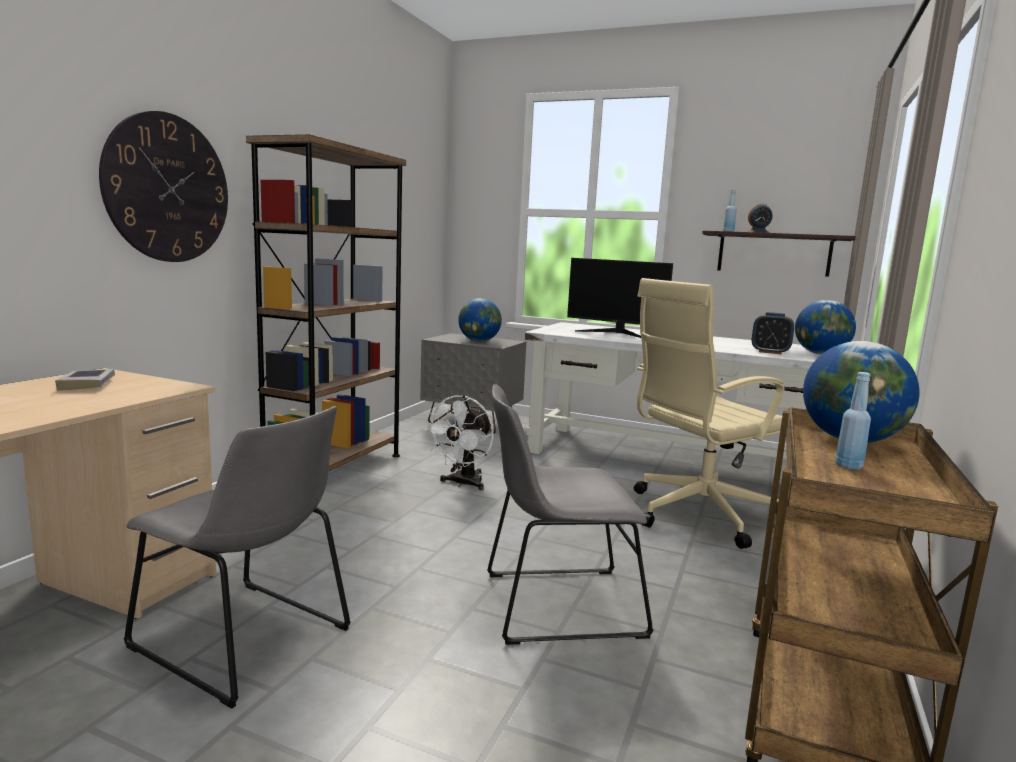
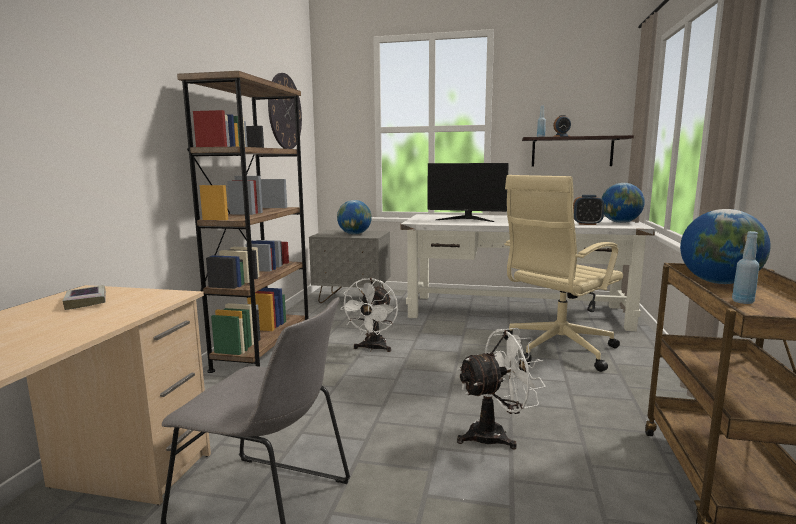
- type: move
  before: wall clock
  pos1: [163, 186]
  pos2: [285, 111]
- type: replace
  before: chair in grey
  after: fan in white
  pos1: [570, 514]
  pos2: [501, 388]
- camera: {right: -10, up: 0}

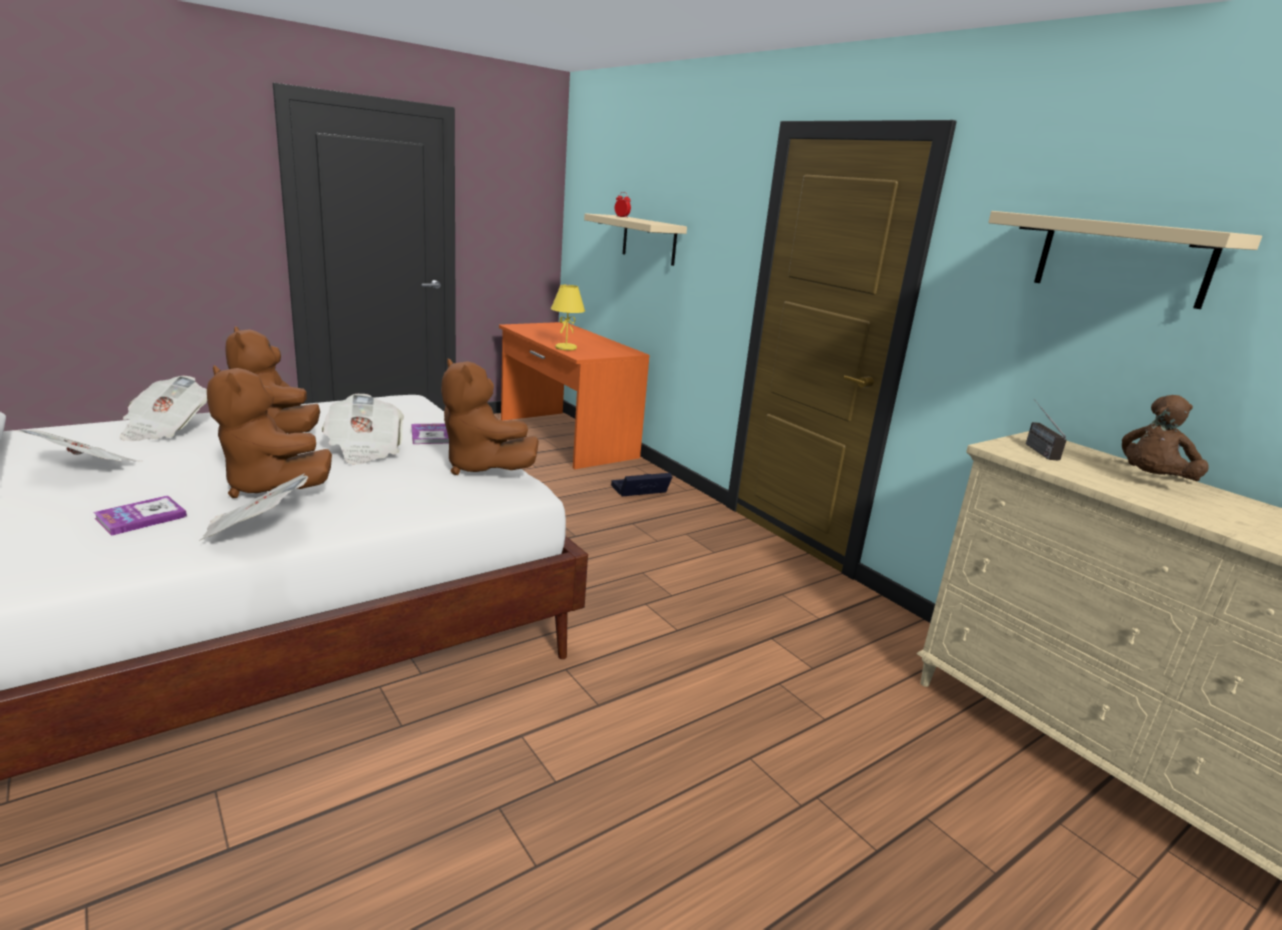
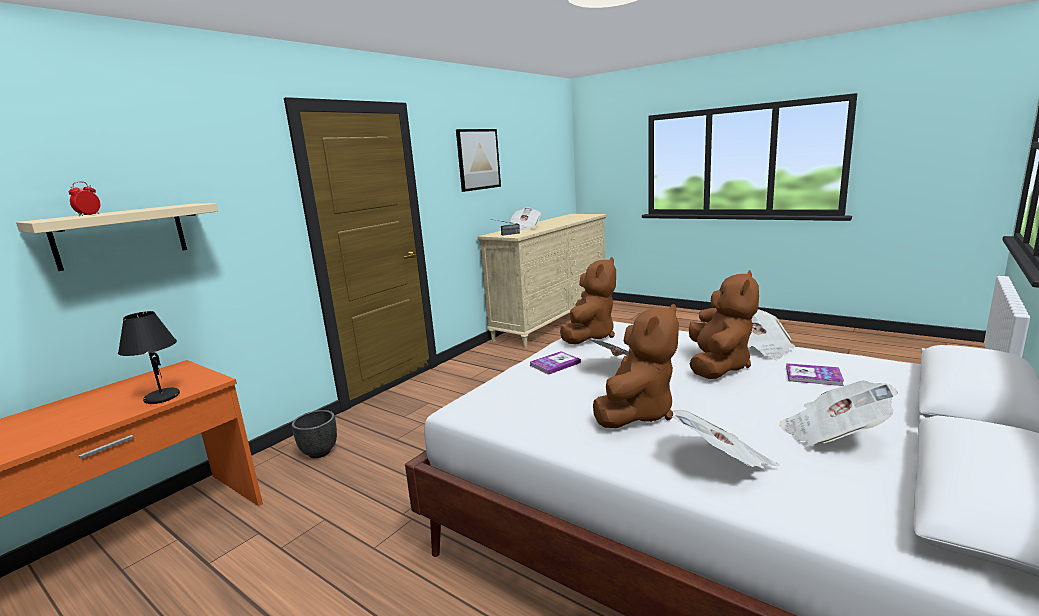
- type: replace
  before: shelf in beige
  after: picture
  pos1: [1125, 260]
  pos2: [478, 160]
- type: recolor
  before: table lamp in yellow
  after: table lamp in black
  pos1: [568, 318]
  pos2: [149, 357]
- type: replace
  before: plush toy in brown
  after: newspaper
  pos1: [1165, 438]
  pos2: [525, 219]
- type: replace
  before: storage box in black
  after: planter in black
  pos1: [641, 484]
  pos2: [314, 434]
- camera: {right: -105, up: -5}

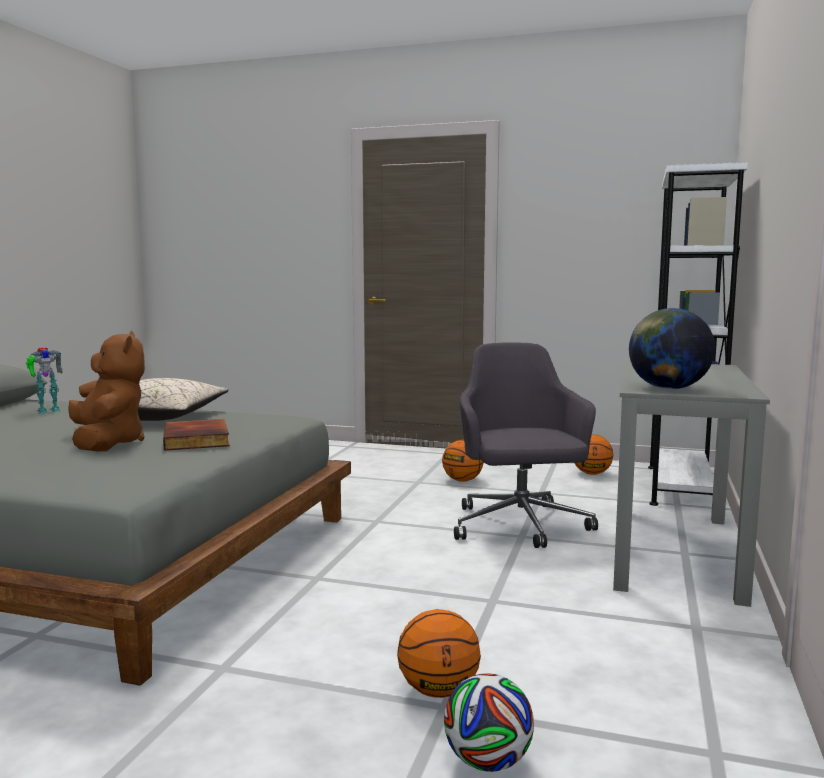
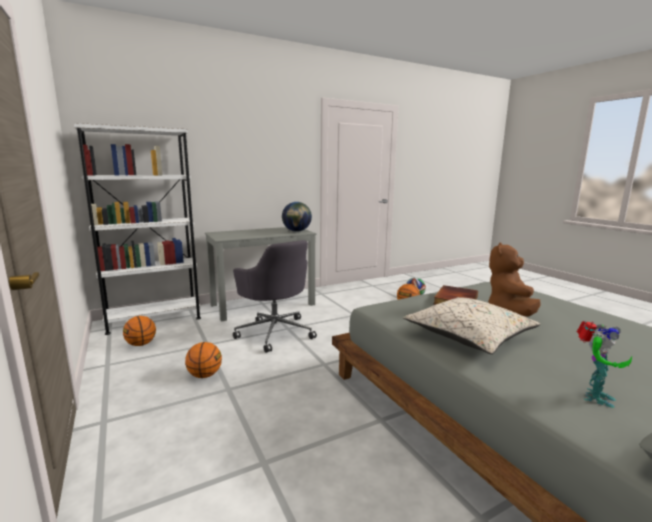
- type: rotate
  before: office chair in grey
  pos1: [526, 445]
  pos2: [275, 296]
  turn: -75
- type: rotate
  before: toy robot
  pos1: [44, 380]
  pos2: [604, 364]
  turn: 120
- camera: {right: -135, up: 5}

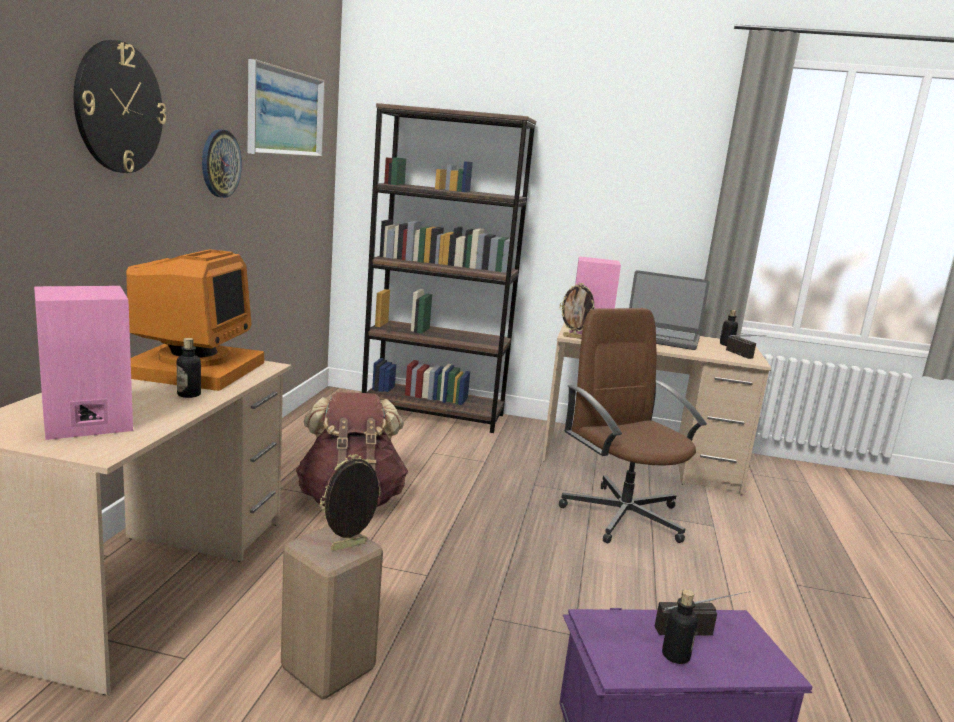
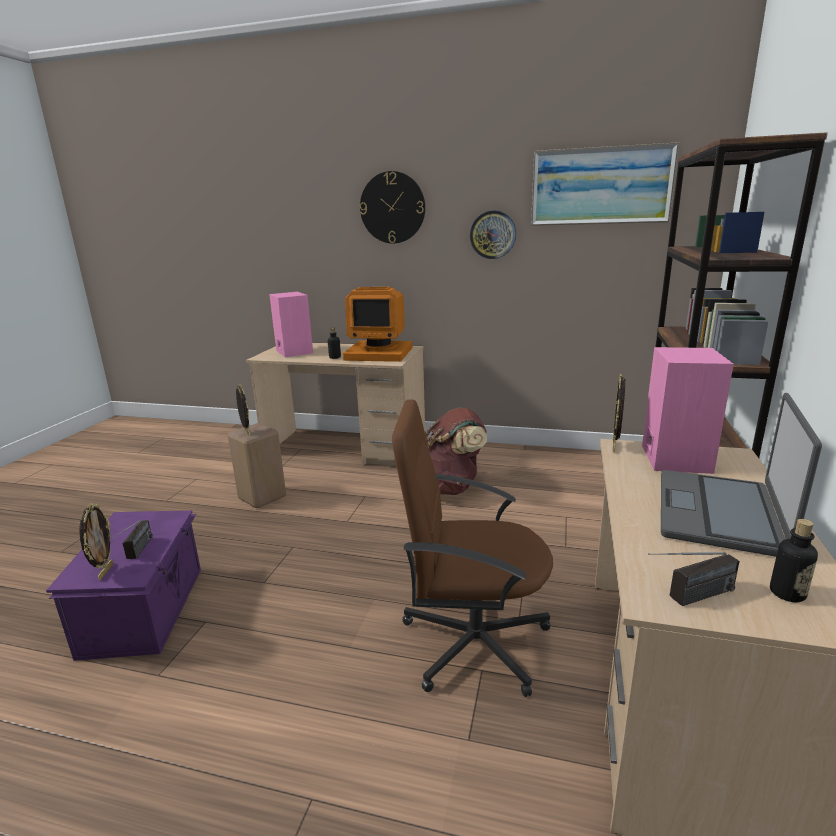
- type: rotate
  before: office chair in brown
  pos1: [633, 426]
  pos2: [472, 548]
  turn: -150
- type: delete
  before: bottle
  pos1: [680, 626]
- type: insert
  after: picture frame
  pos2: [96, 542]
- camera: {right: 95, up: 5}

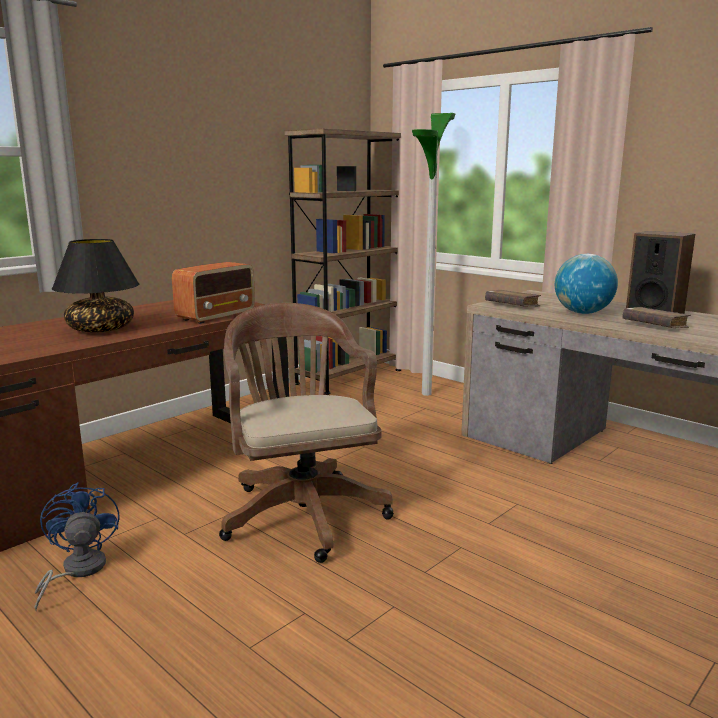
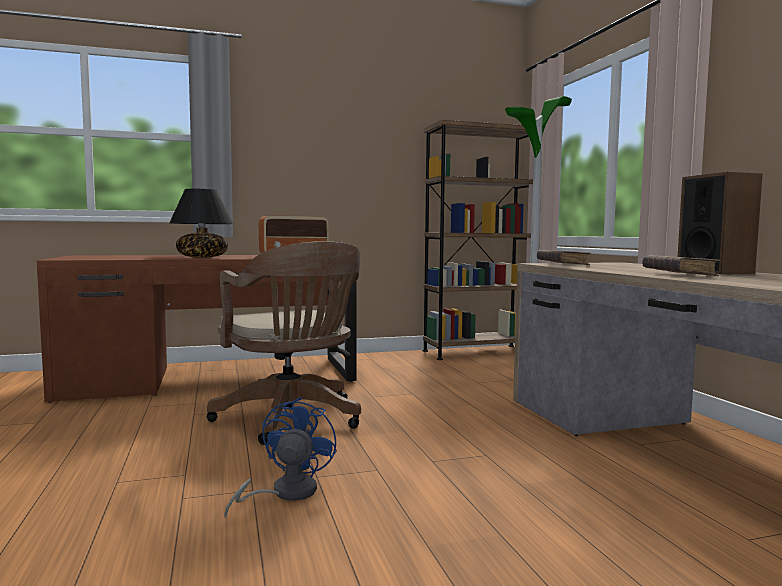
- type: delete
  before: globe
  pos1: [586, 284]
- type: rotate
  before: office chair in brown
  pos1: [306, 433]
  pos2: [283, 343]
  turn: 135
- type: move
  before: fan in blue
  pos1: [77, 546]
  pos2: [280, 458]
- camera: {right: 30, up: -10}

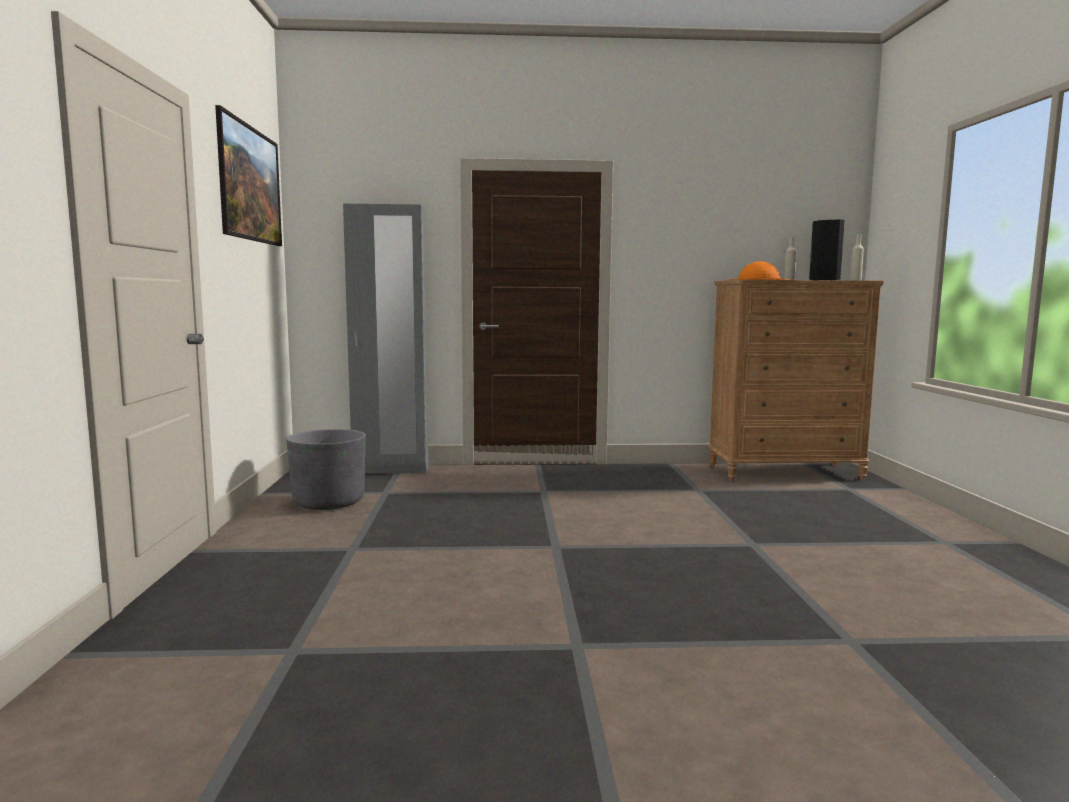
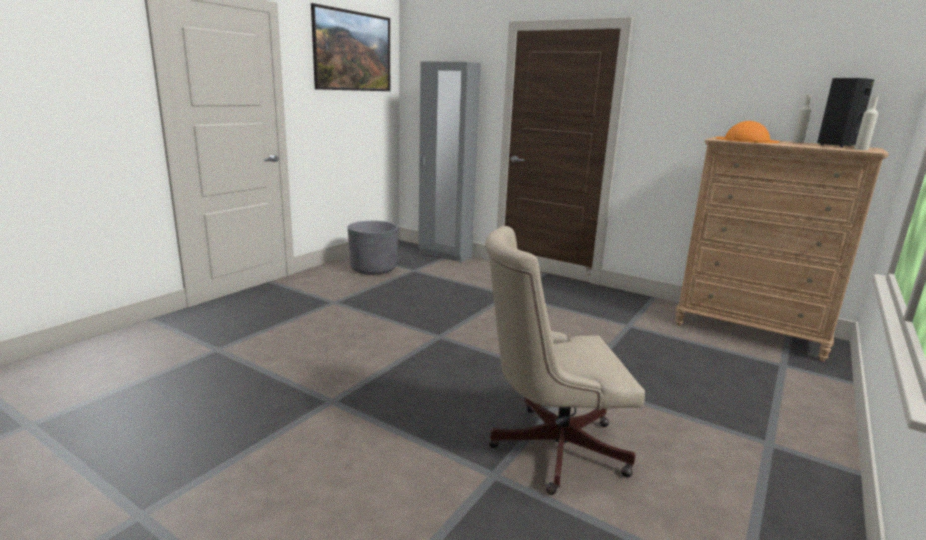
- type: insert
  after: office chair in beige
  pos2: [565, 360]
- camera: {right: 35, up: 10}

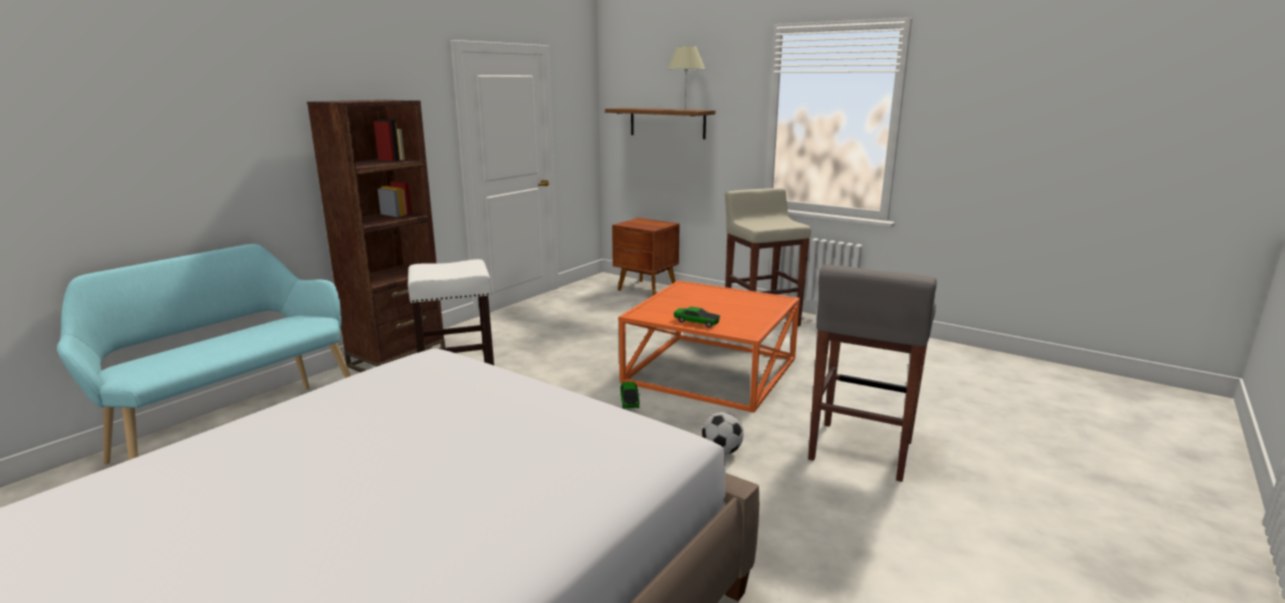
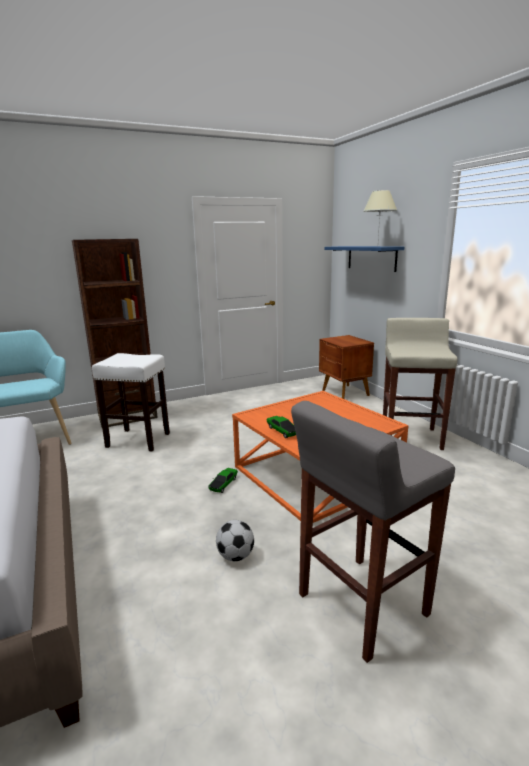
- type: recolor
  before: shelf in brown
  after: shelf in blue
  pos1: [660, 123]
  pos2: [364, 259]
- camera: {right: 30, up: 0}

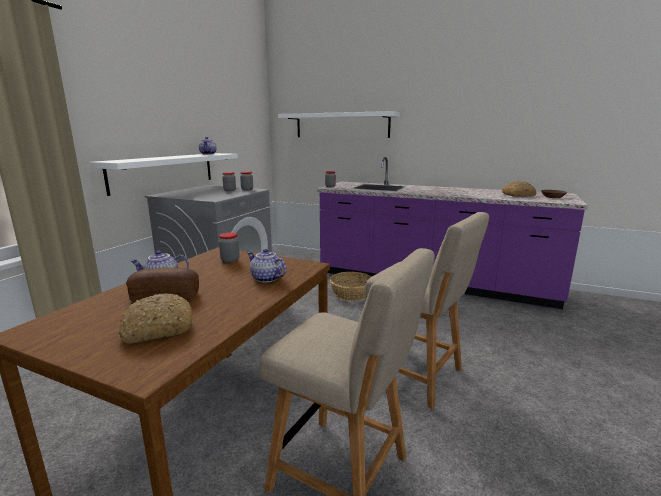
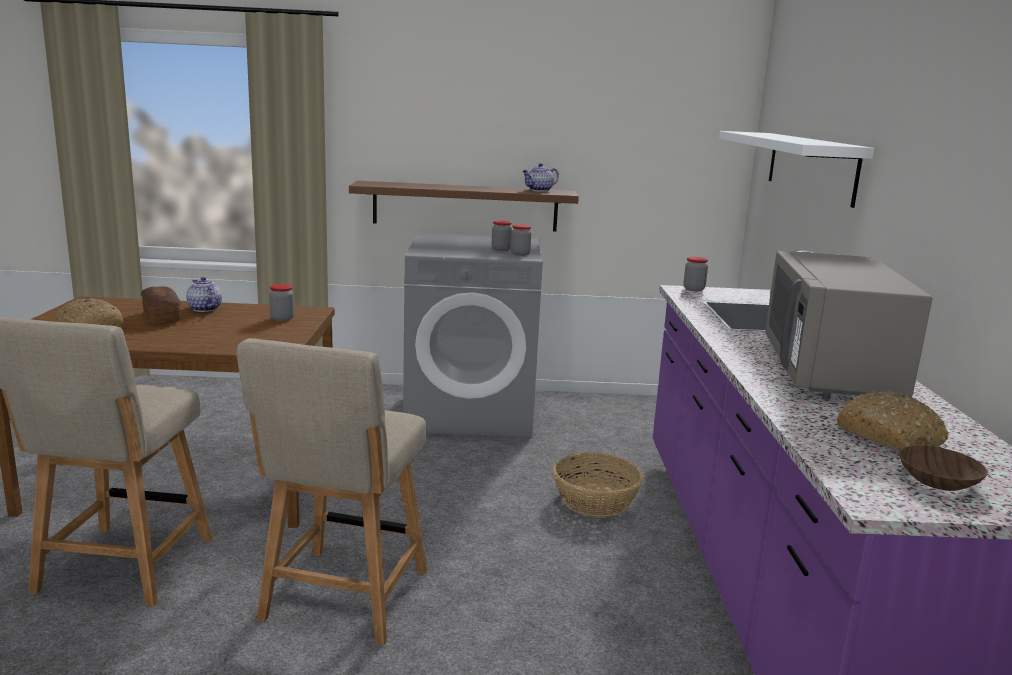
- type: recolor
  before: shelf in white
  after: shelf in brown
  pos1: [163, 174]
  pos2: [464, 206]
- type: delete
  before: teapot
  pos1: [267, 266]
- type: insert
  after: microwave in grey
  pos2: [849, 325]
- camera: {right: 65, up: 0}

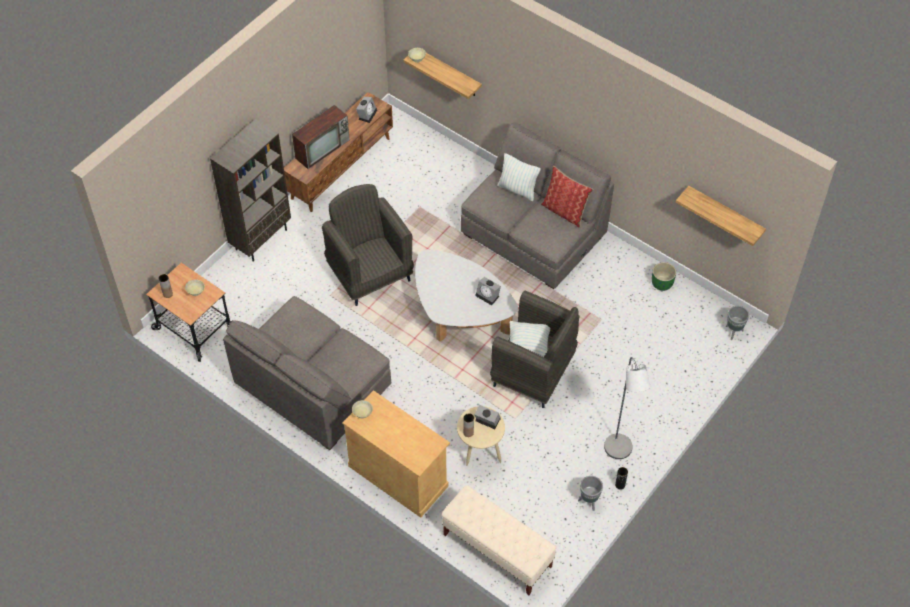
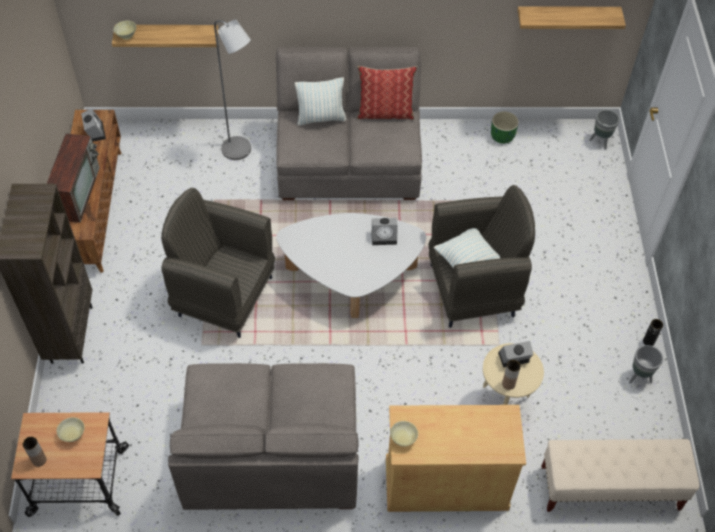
- type: move
  before: floor lamp in grey
  pos1: [627, 408]
  pos2: [232, 89]
- camera: {right: -40, up: 0}

